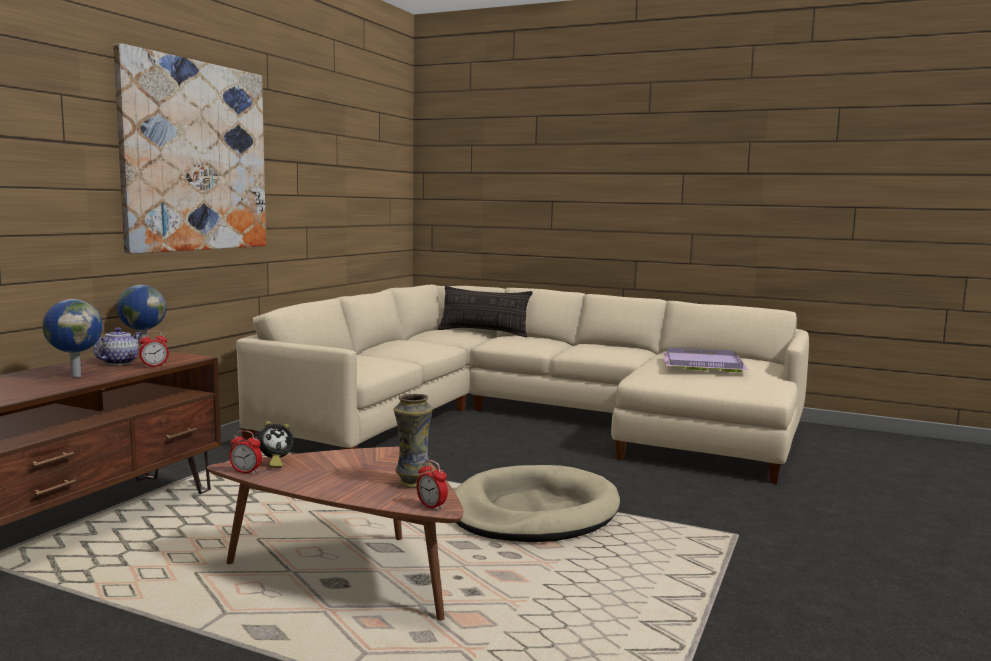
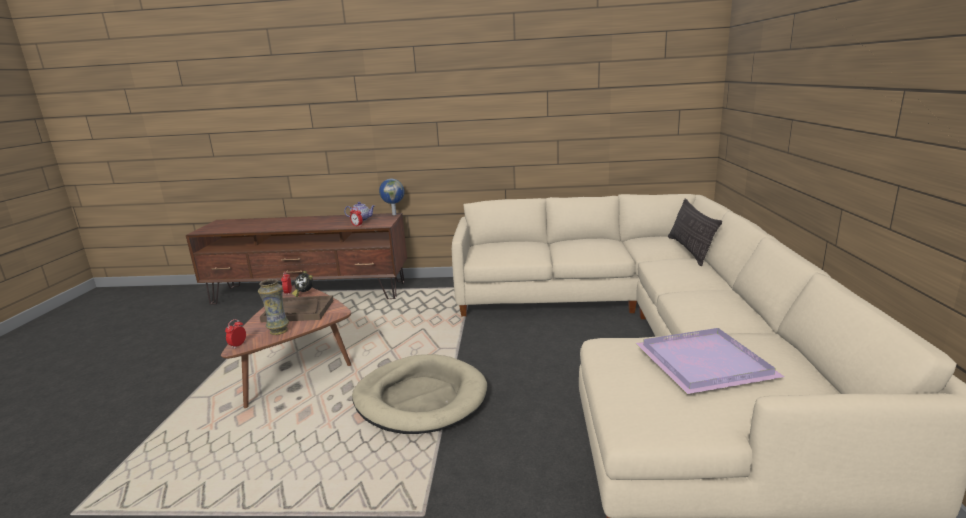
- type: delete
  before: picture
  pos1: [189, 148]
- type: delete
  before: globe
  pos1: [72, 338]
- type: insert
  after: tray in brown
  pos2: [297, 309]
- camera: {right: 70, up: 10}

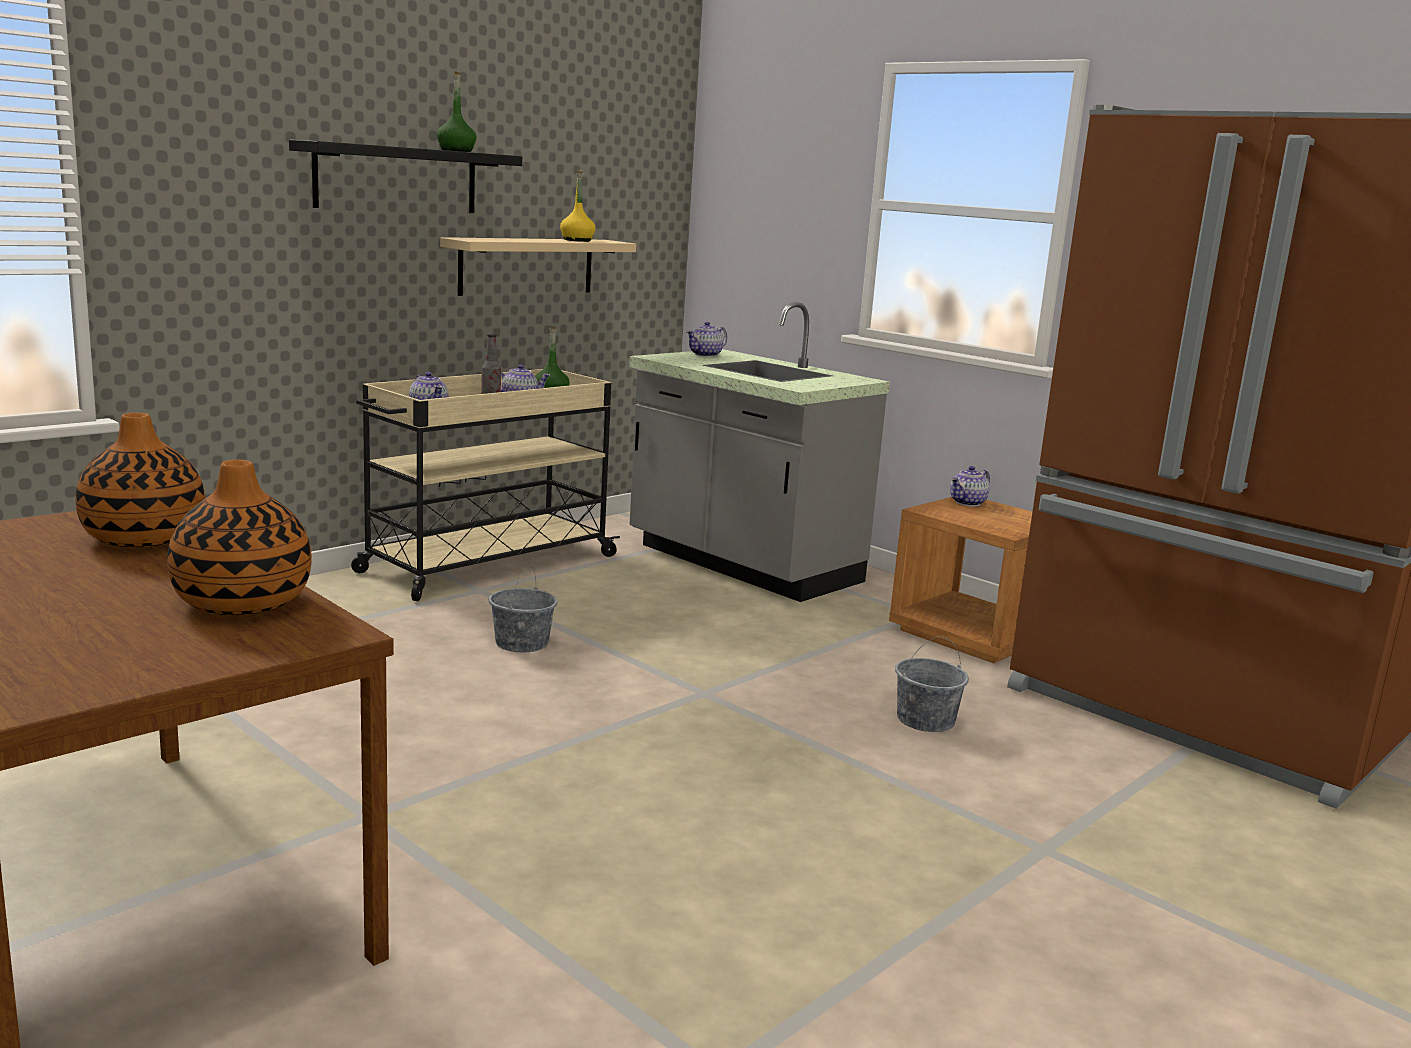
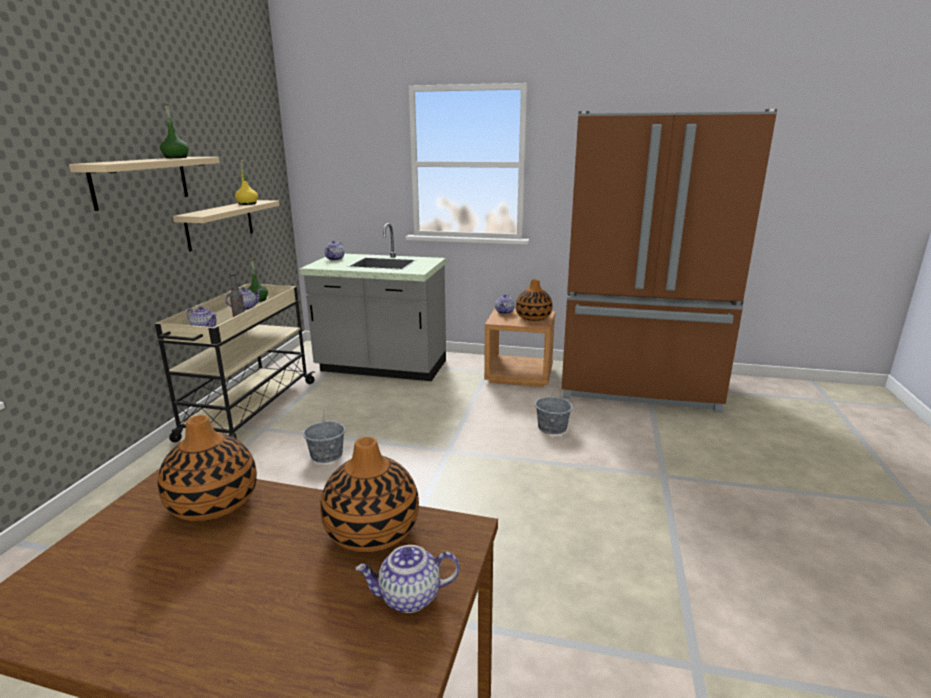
- type: recolor
  before: shelf in black
  after: shelf in beige
  pos1: [405, 176]
  pos2: [144, 184]
- type: insert
  after: vase
  pos2: [534, 300]
- type: insert
  after: teapot
  pos2: [407, 579]
- camera: {right: -30, up: 5}

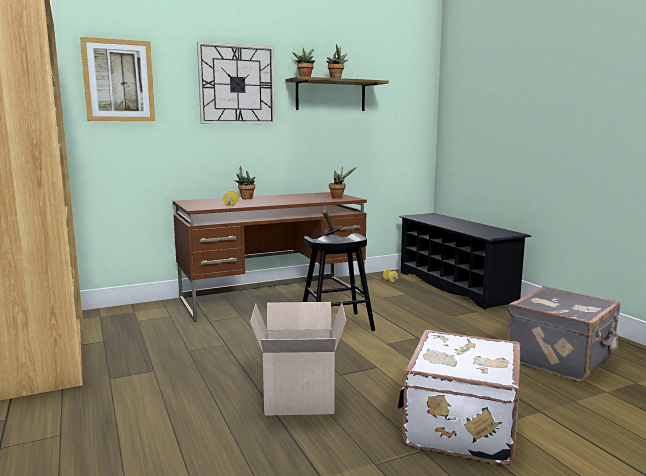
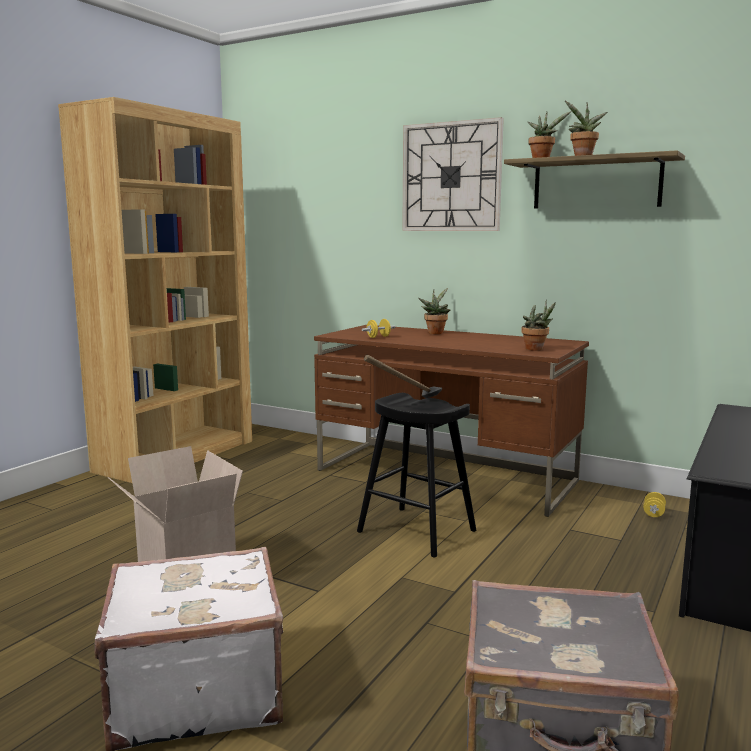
- type: delete
  before: picture
  pos1: [117, 79]
- camera: {right: 55, up: 0}

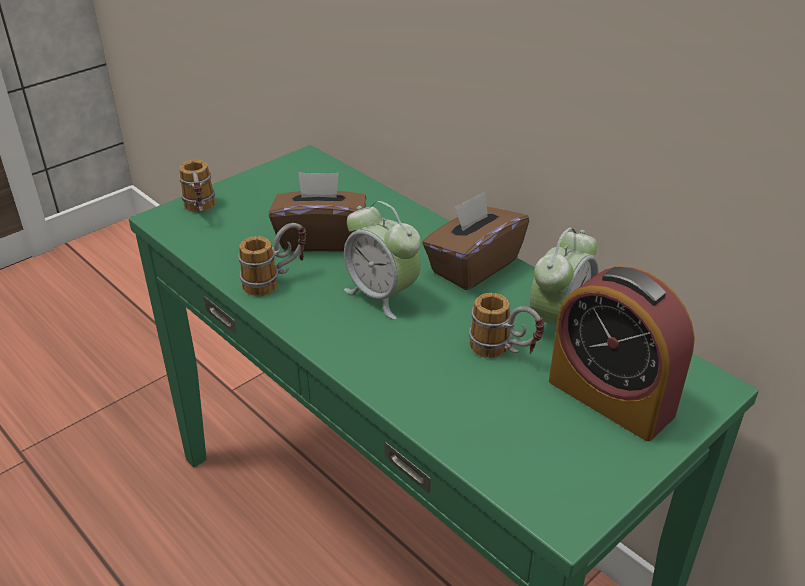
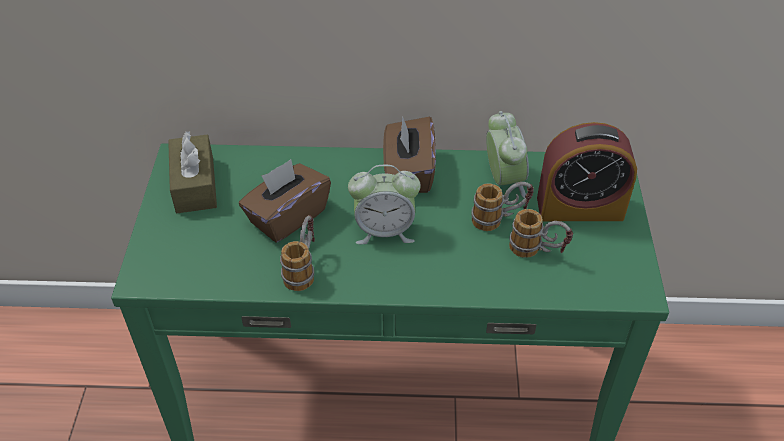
- type: move
  before: mug
  pos1: [197, 186]
  pos2: [541, 233]
- type: insert
  after: tissue box in brown
  pos2: [192, 172]
- camera: {right: -45, up: 10}

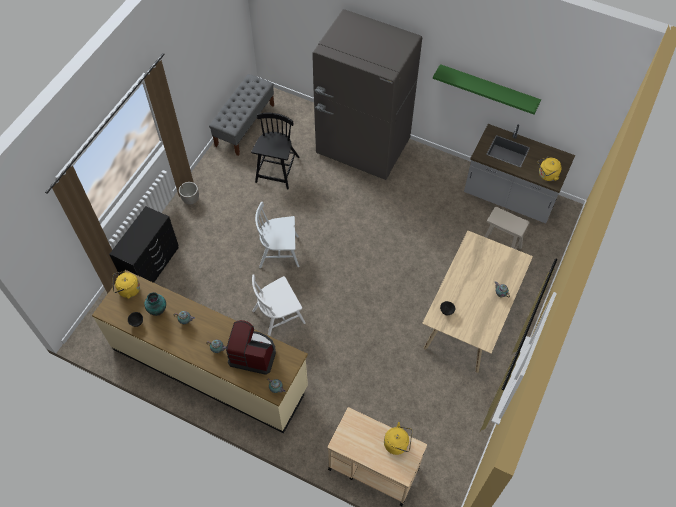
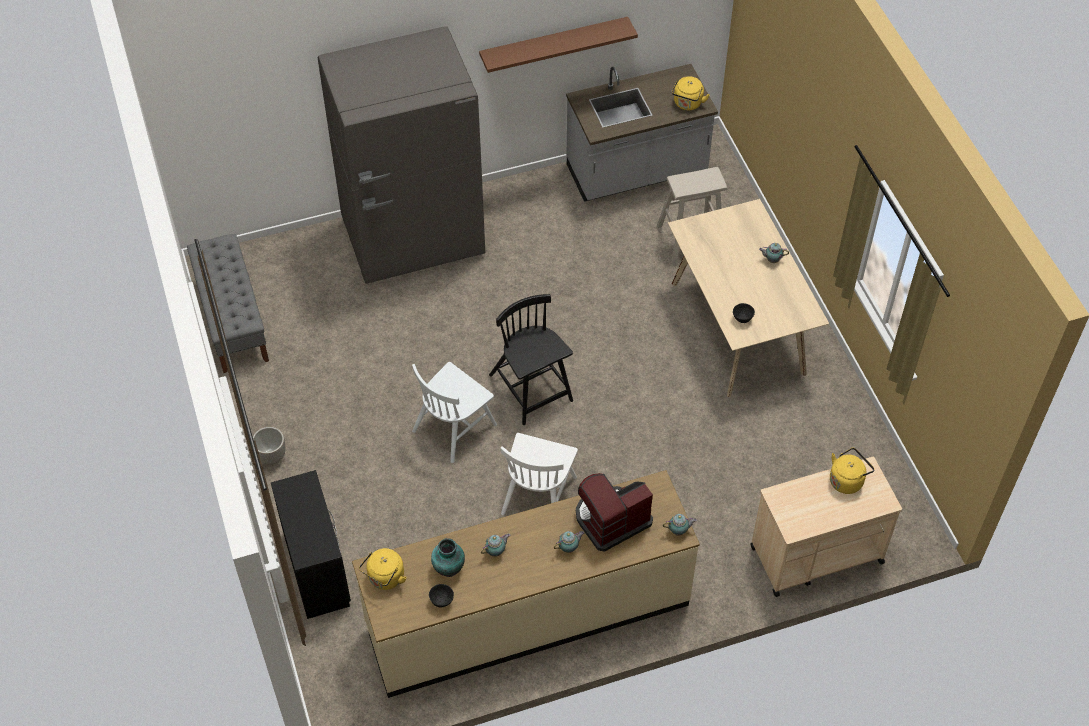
- type: recolor
  before: shelf in green
  after: shelf in brown
  pos1: [487, 89]
  pos2: [558, 45]
- type: move
  before: chair in black
  pos1: [275, 151]
  pos2: [531, 359]
- camera: {right: -45, up: -5}

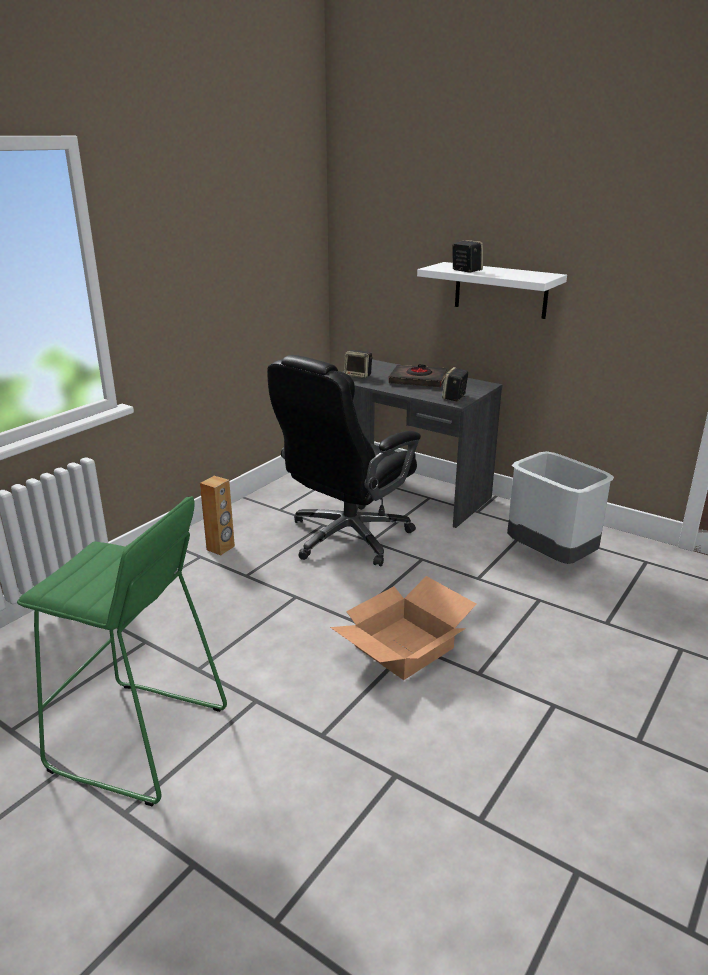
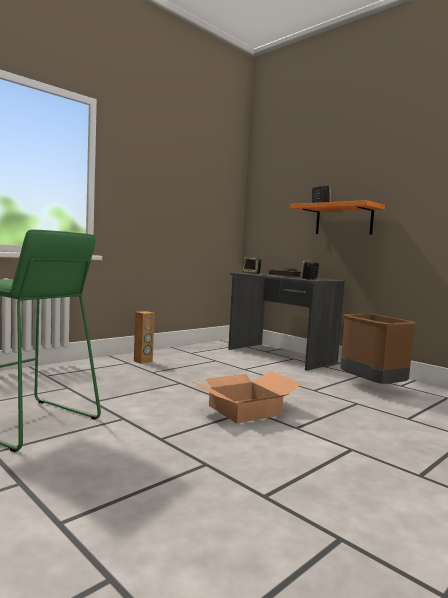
- type: recolor
  before: shelf in white
  after: shelf in orange
  pos1: [492, 290]
  pos2: [337, 217]
- type: delete
  before: office chair in black
  pos1: [344, 460]
- type: recolor
  before: trash can in grey
  after: trash can in brown
  pos1: [560, 507]
  pos2: [378, 349]
- camera: {right: 10, up: -20}

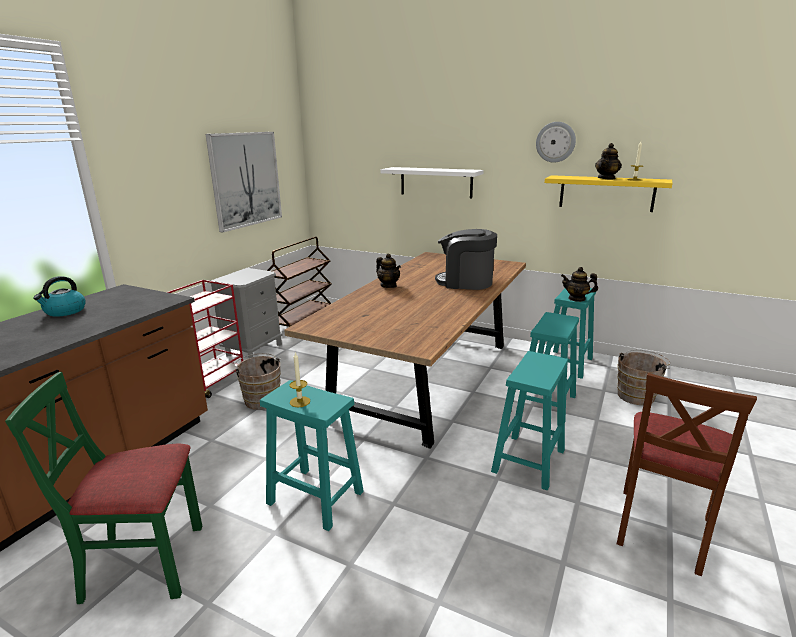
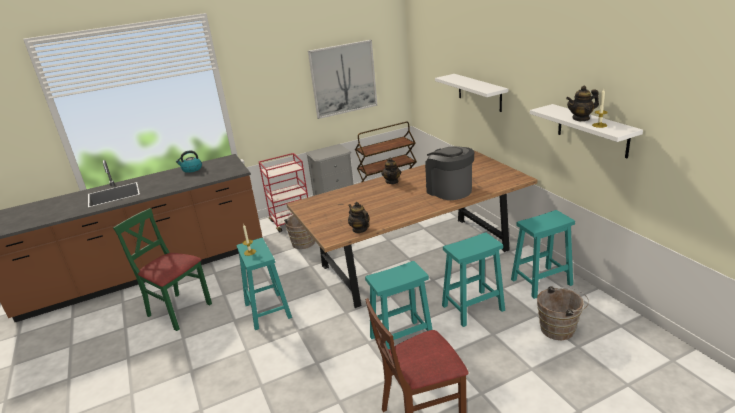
- type: delete
  before: wall clock
  pos1: [556, 142]
- type: recolor
  before: shelf in yellow
  after: shelf in white
  pos1: [609, 193]
  pos2: [586, 131]
- type: move
  before: teapot
  pos1: [579, 284]
  pos2: [358, 217]
- camera: {right: 40, up: 5}

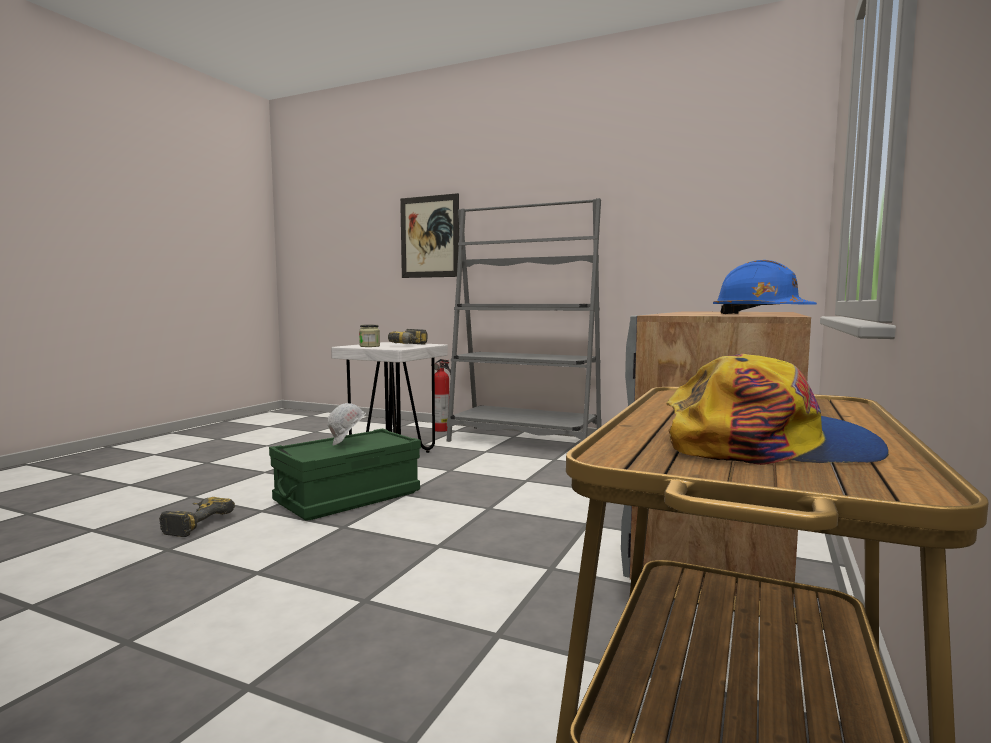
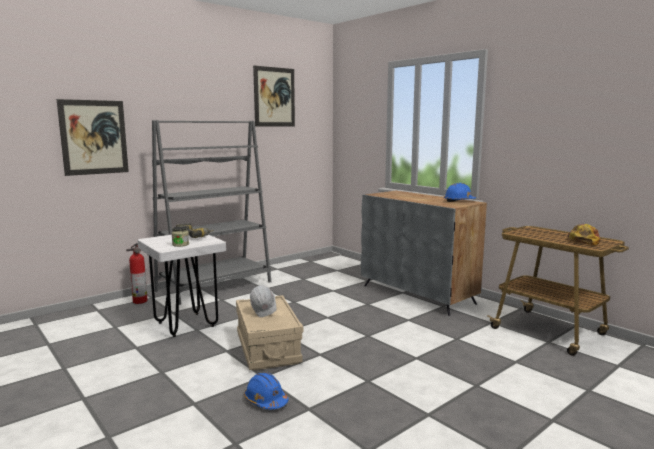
- type: recolor
  before: storage box in green
  after: storage box in beige
  pos1: [345, 474]
  pos2: [269, 333]
- type: replace
  before: power drill
  after: hard hat in blue
  pos1: [197, 517]
  pos2: [266, 390]
- type: insert
  after: picture
  pos2: [274, 96]
- camera: {right: -65, up: 5}

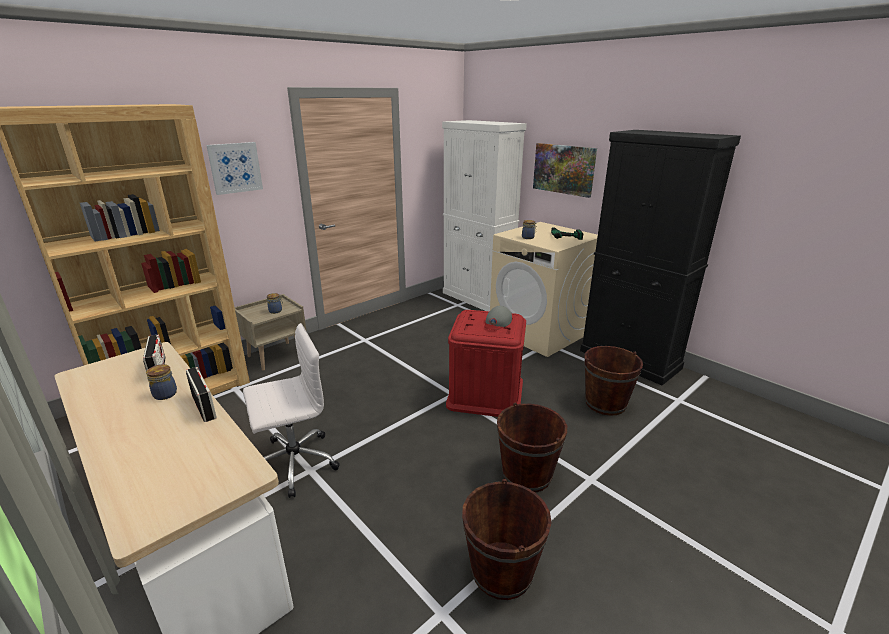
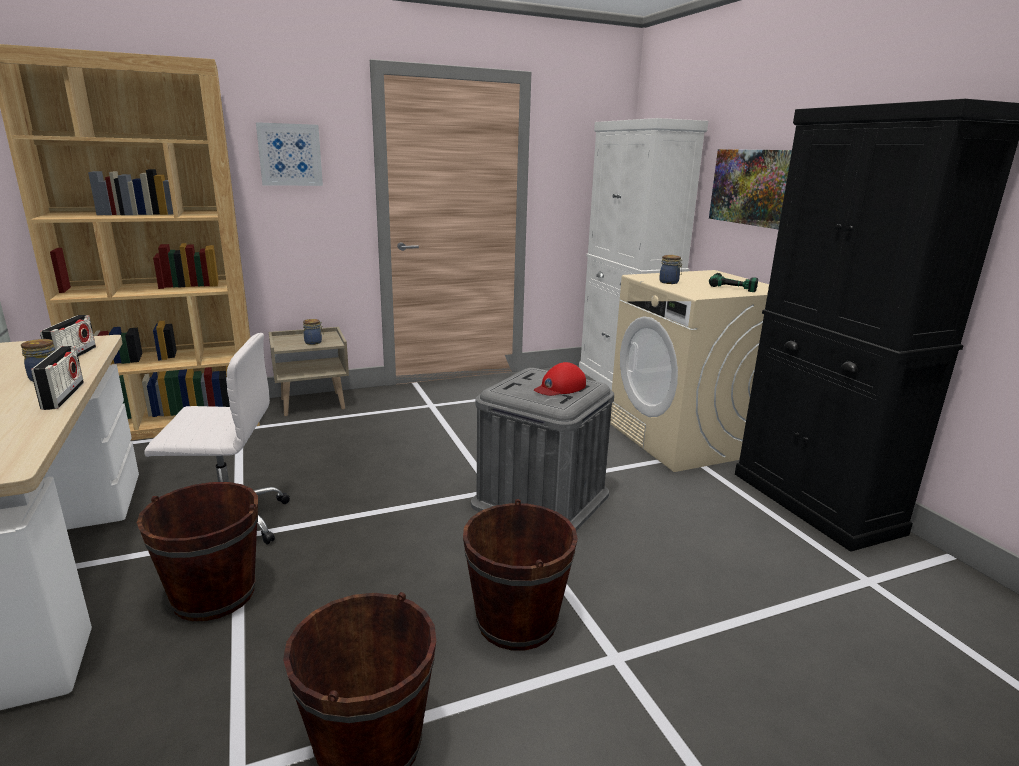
- type: recolor
  before: cap in grey
  after: cap in red
  pos1: [498, 318]
  pos2: [560, 379]
- type: recolor
  before: storage box in red
  after: storage box in grey
  pos1: [486, 363]
  pos2: [542, 449]
- type: move
  before: bucket in brown
  pos1: [613, 381]
  pos2: [197, 551]
- camera: {right: 20, up: -5}

